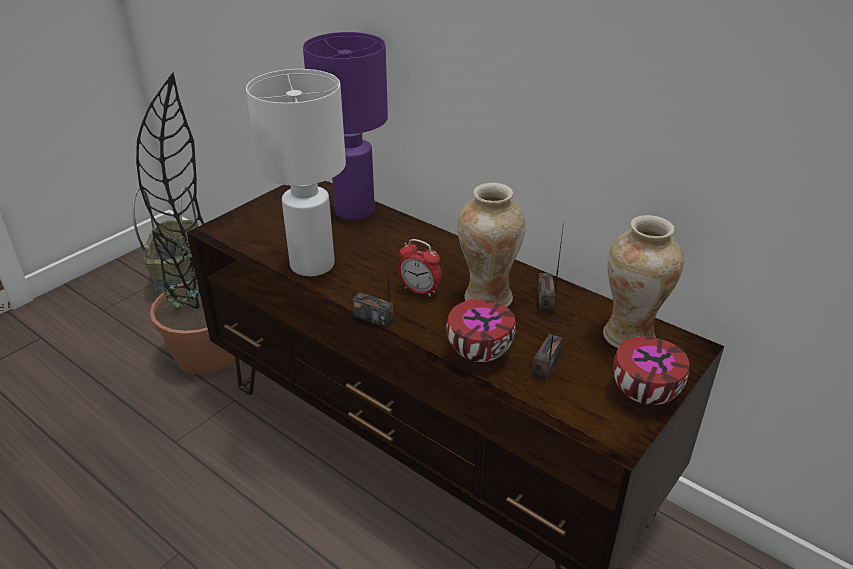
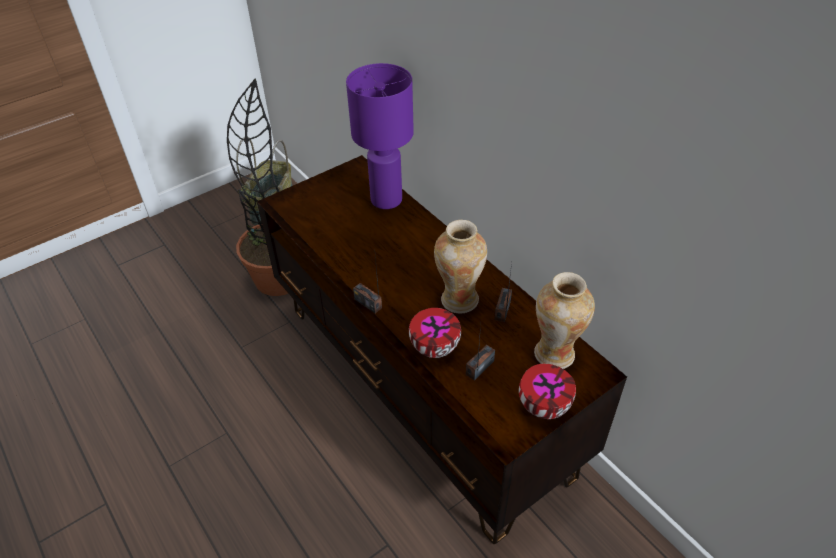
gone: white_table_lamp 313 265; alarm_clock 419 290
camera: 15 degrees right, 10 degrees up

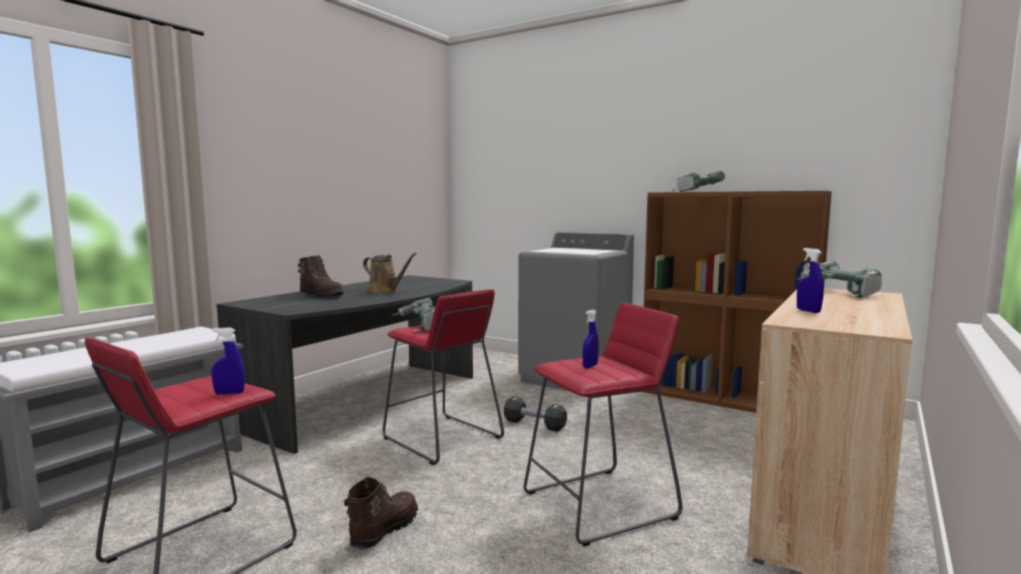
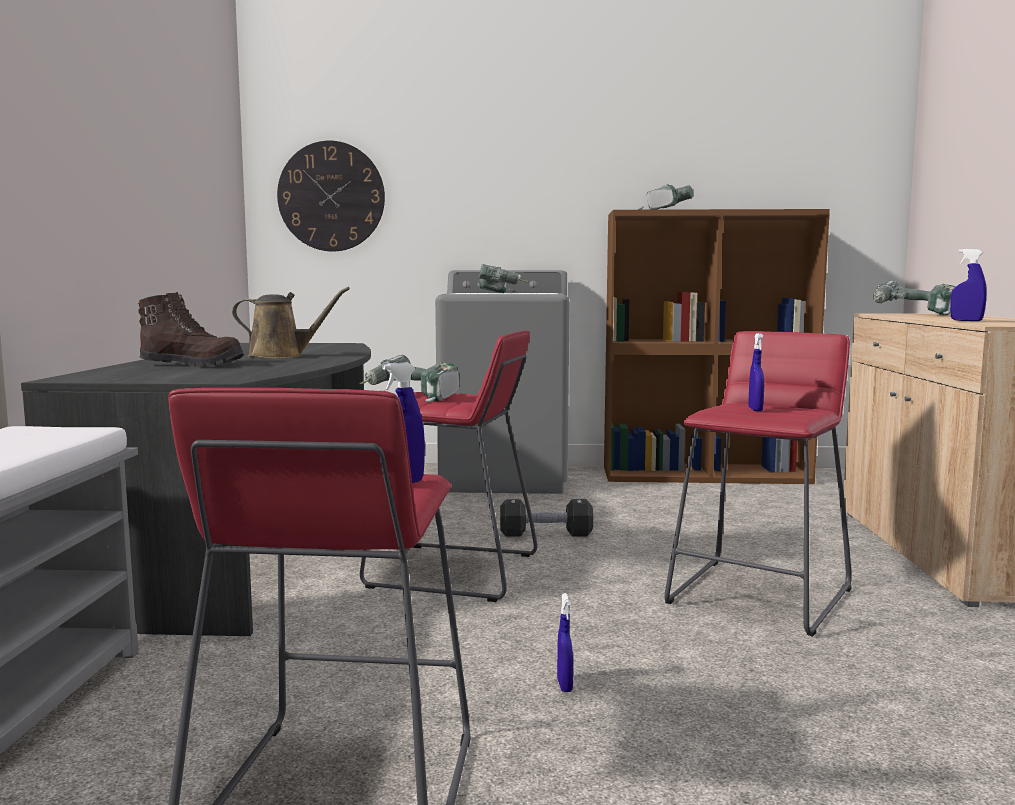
new: clock_on_the_wall 331 196; drill 500 293
swapped: brown-coloured_high-top_boot 383 530 to bluish_sprayer 564 685
camera: 30 degrees left, 0 degrees up

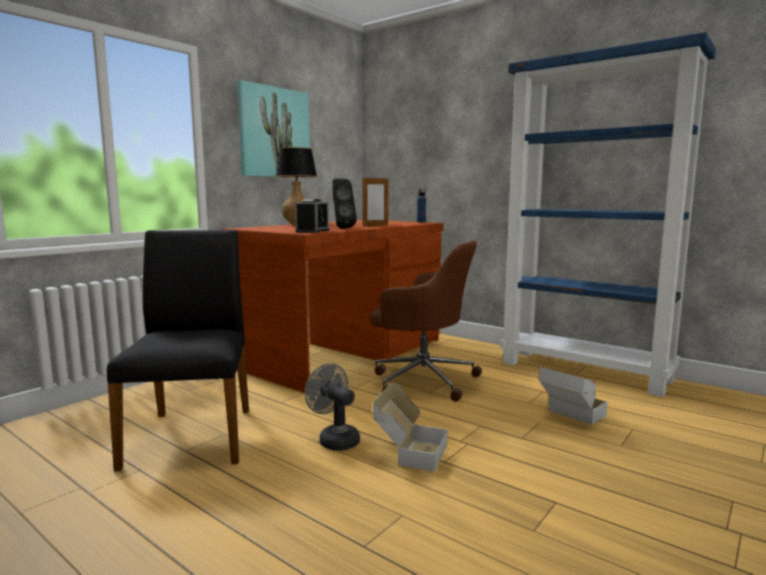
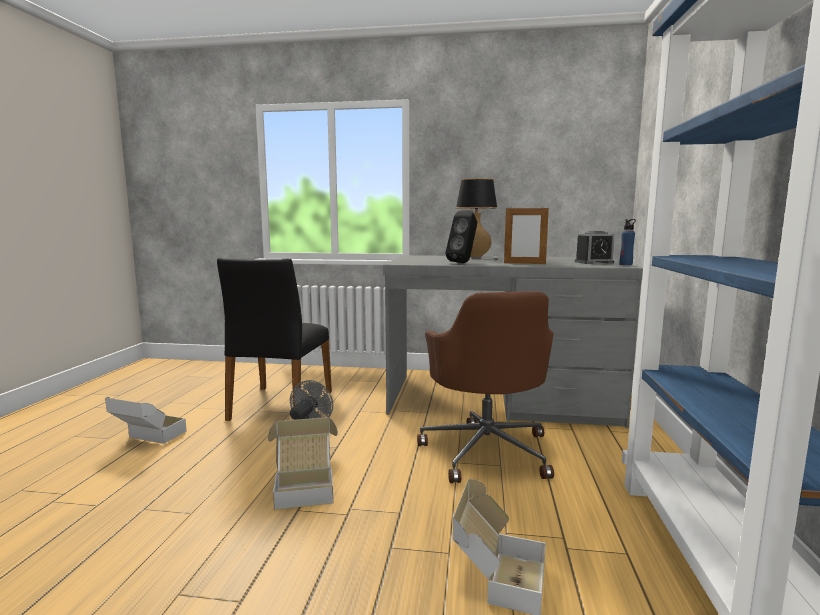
gone: picture 274 132
new: packing_box 148 439
shifted: alarm_clock 312 231 to 594 262
repainted: brown-coloured_desk_unit 344 353 to greyish_desk_unit 501 399
rotated: blackish_upright_chair 193 435 = 279 405 135 degrees clockwise
camera: 60 degrees right, 0 degrees up

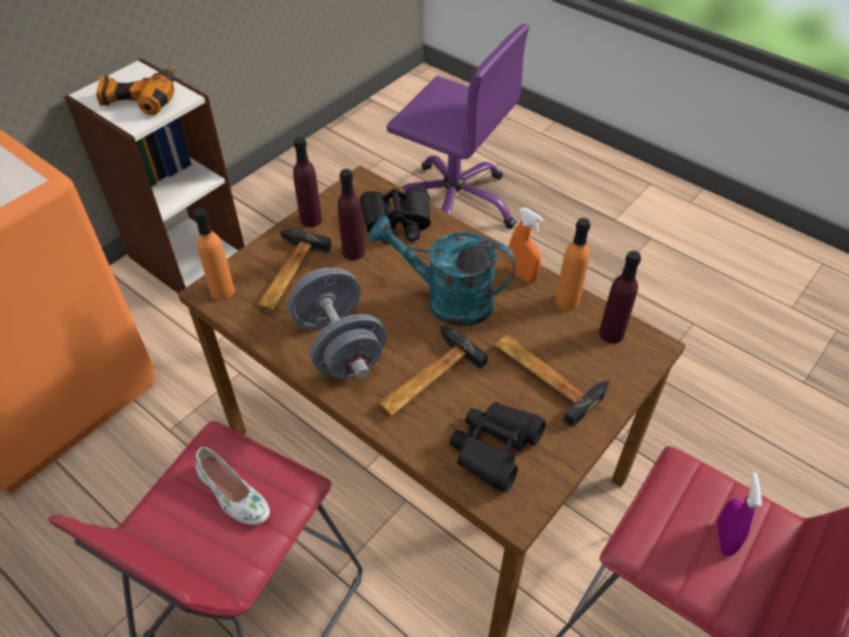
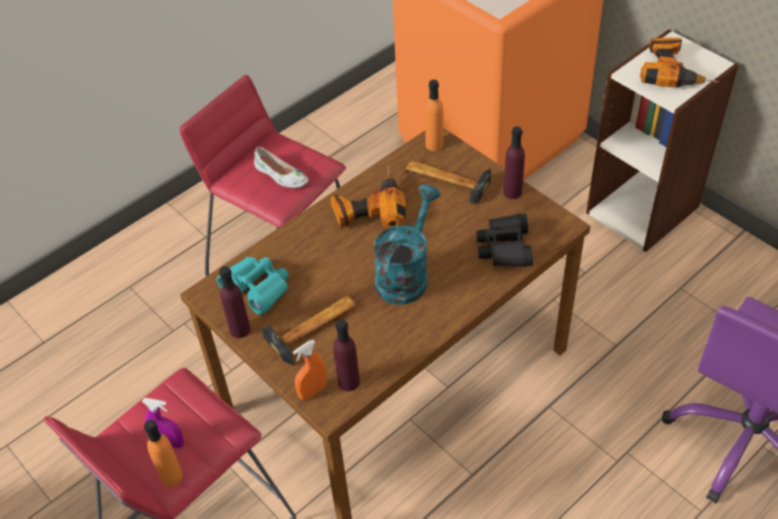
gone: tool_hammer 425 378
shifted: purple-coloured_drink_bottle 353 252 to 240 329; orange-coloured_sprayer 521 275 to 313 391; orange-coloured_drink_bottle 567 301 to 171 476
swapped: greyish_hand_weight 339 346 to drill 368 208
repainted: blackish_binoculars 494 448 to blue-green_binoculars 257 288
rotated: white_item_of_footwear 232 494 = 281 176 105 degrees counterclockwise
camera: 100 degrees right, 0 degrees up

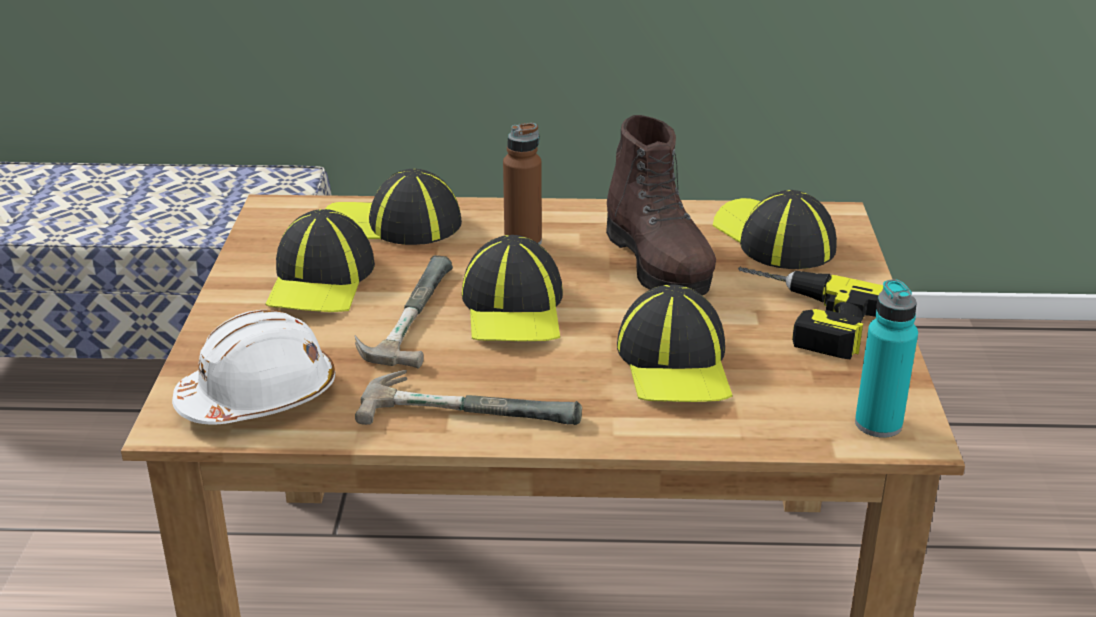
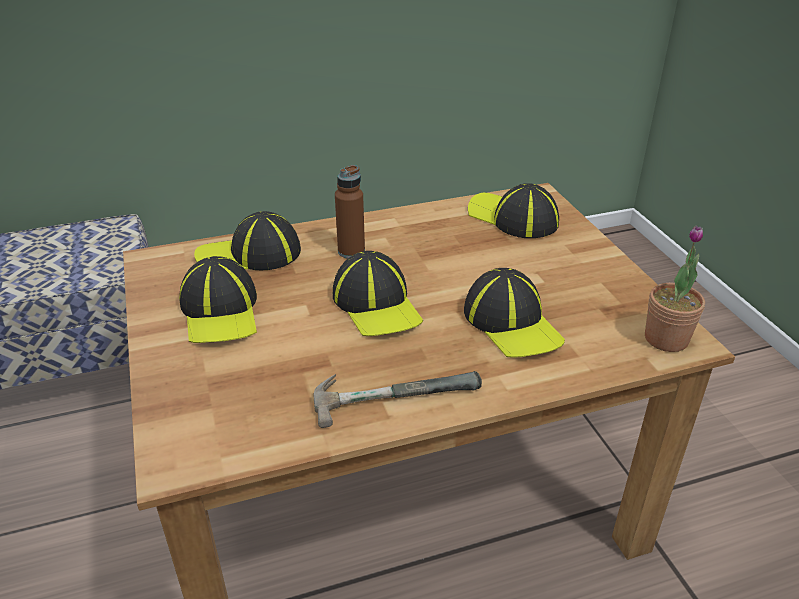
gone: white_hard_hat 259 397; tool_hammer 404 315; brown-coloured_high-top_boot 658 263; drill 803 318
swapped: blue-green_drink_bottle 878 424 to plant_in_a_pot 666 339
camera: 20 degrees left, 5 degrees up

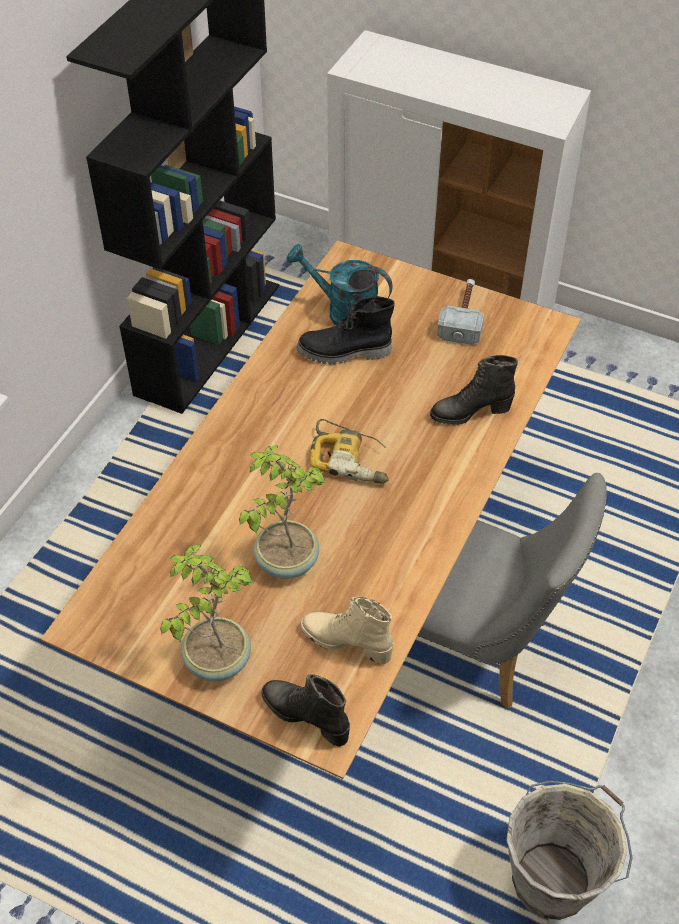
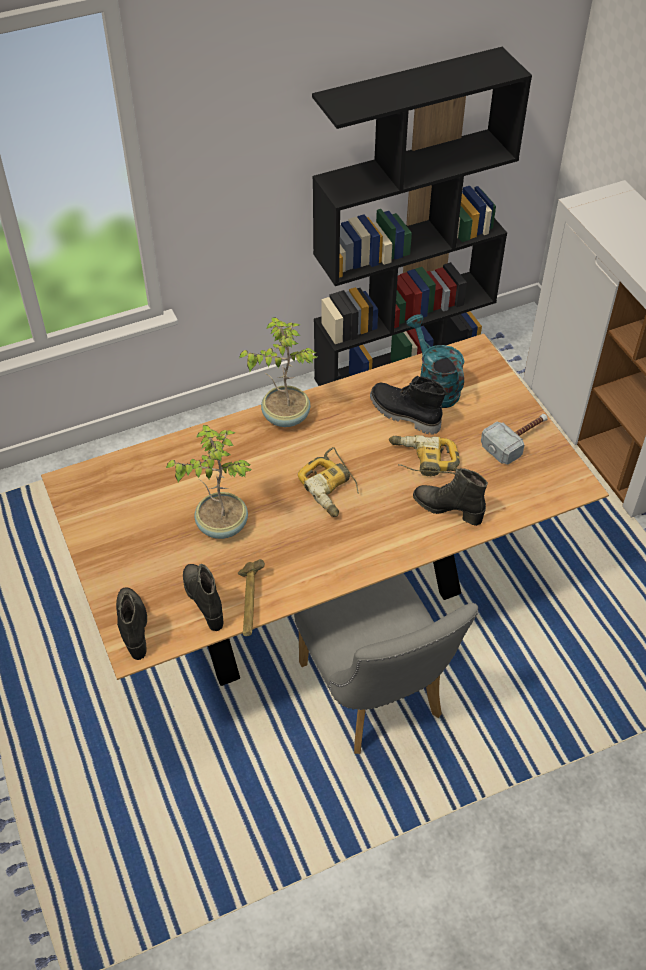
gone: greyish_water_bucket 553 879
new: tool_hammer 249 605; drill 424 461
shifted: plant_in_a_pot 215 659 to 285 416
repainted: beige_high-top_boot 347 642 to blackish_high-top_boot 205 600
camera: 40 degrees right, 0 degrees up

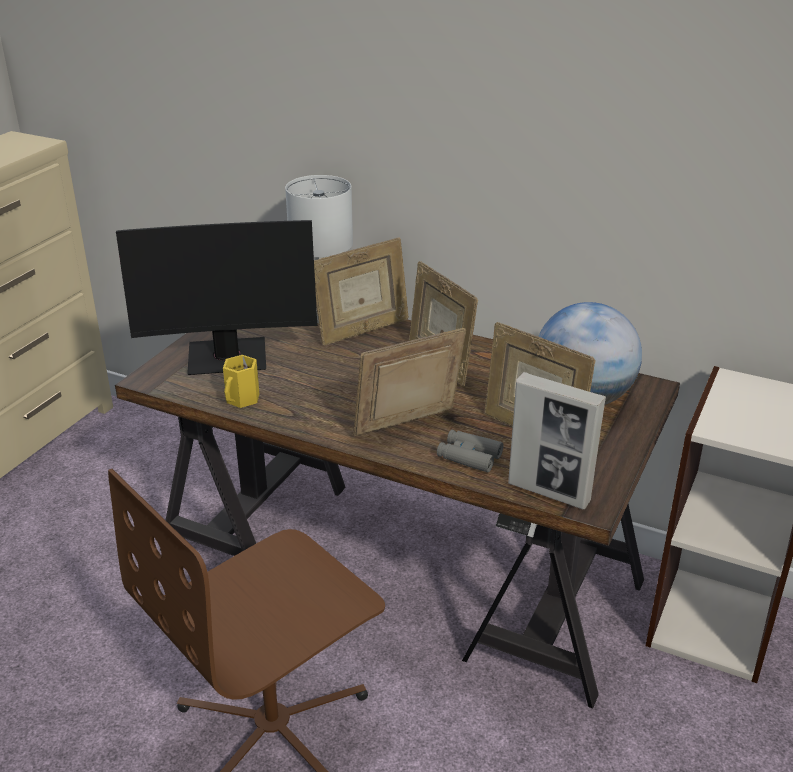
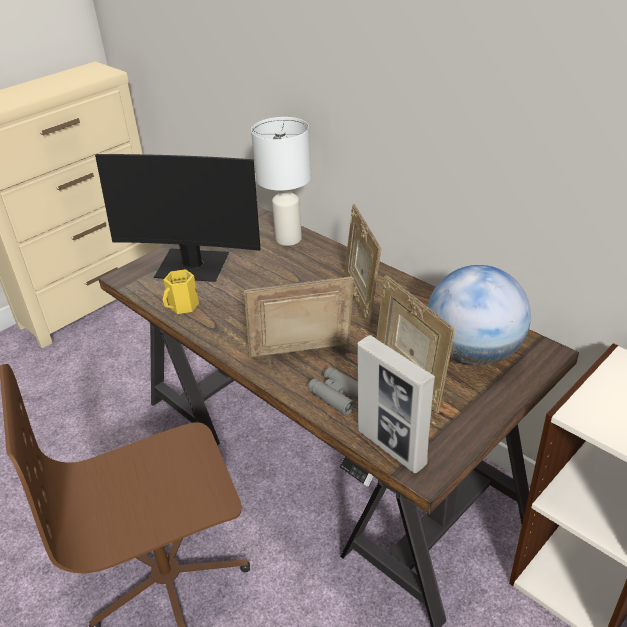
gone: photo_frame 362 331
camera: 20 degrees right, 5 degrees up

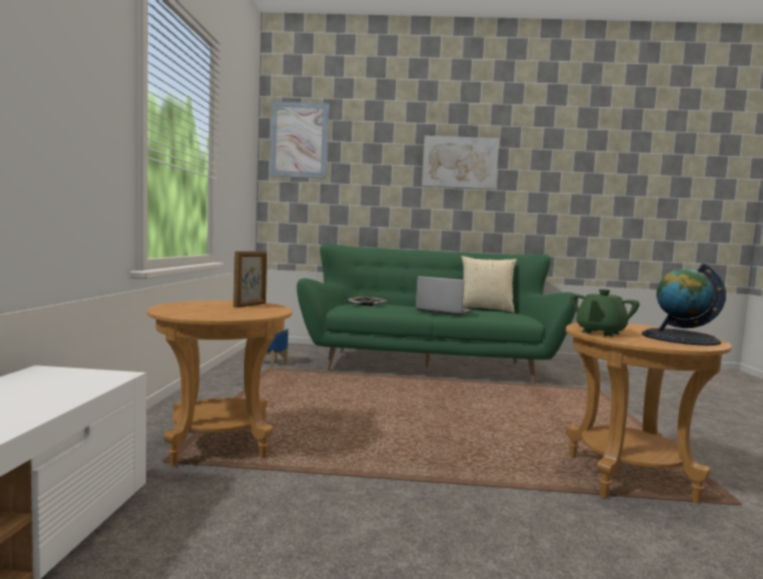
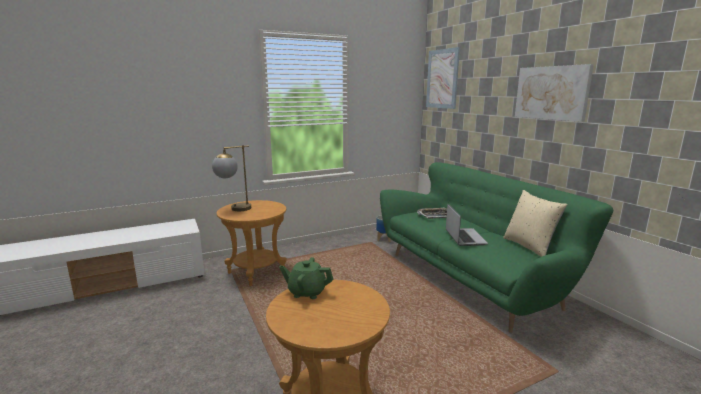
gone: photo_frame 250 305; globe 679 338
new: table_lamp 234 209
camera: 60 degrees right, 10 degrees up

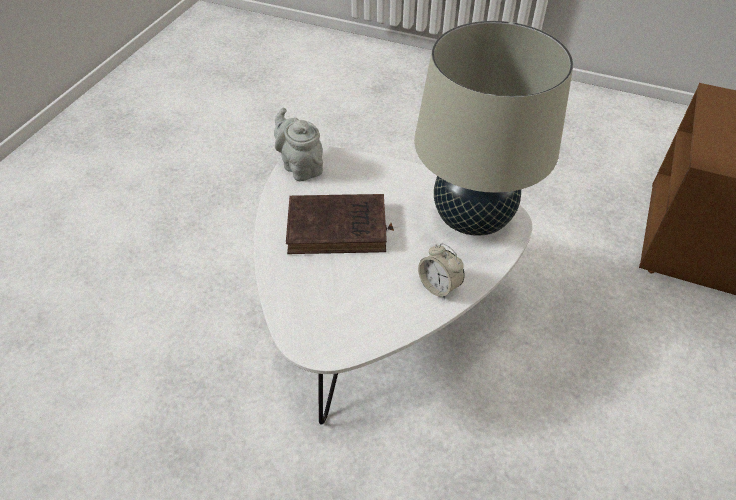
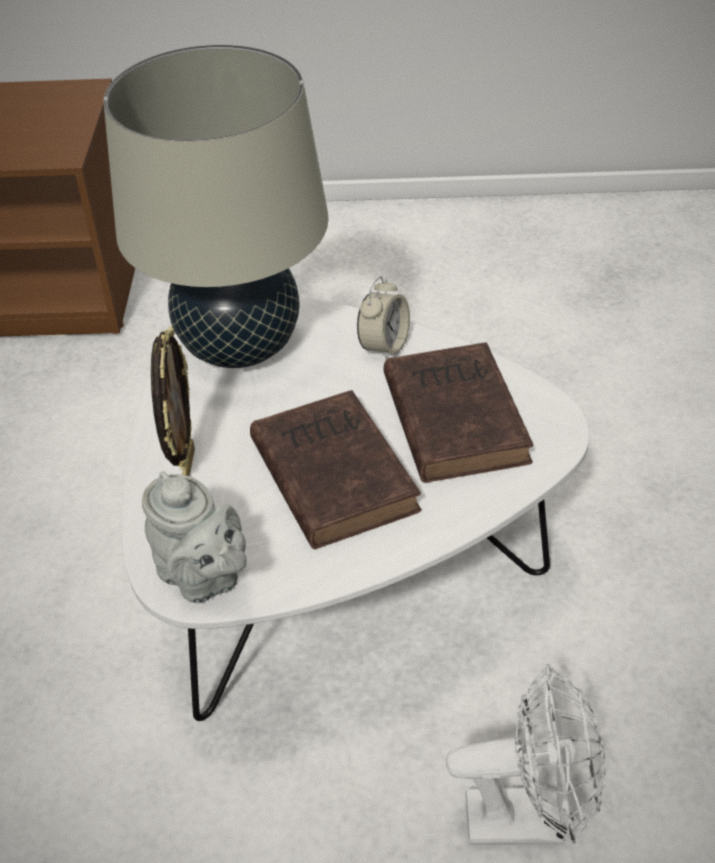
new: photo_frame 185 469; brown-coloured_book 453 416; white_fan 530 818
rotated: greyish_pot_for_tea 301 167 = 203 579 75 degrees counterclockwise
camera: 110 degrees left, 5 degrees down

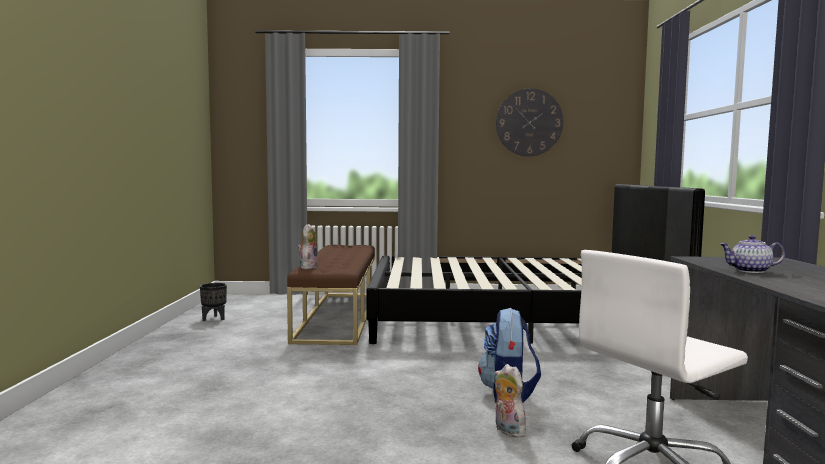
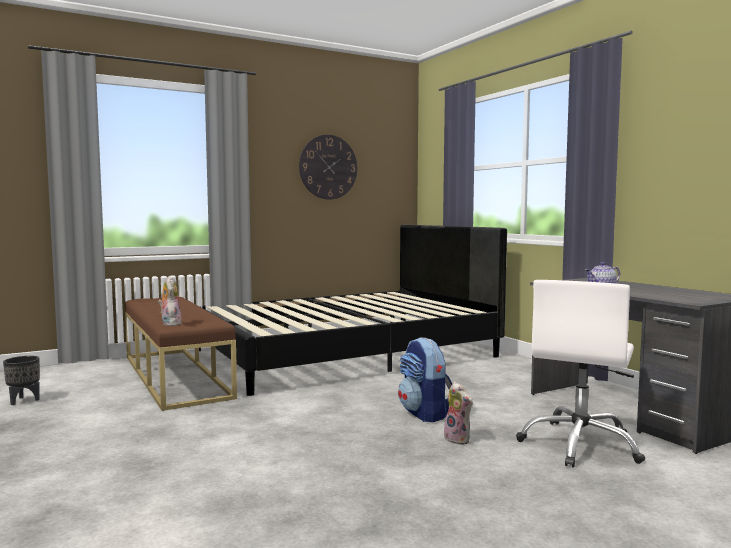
rotated: plush_toy 507 430 = 459 439 150 degrees counterclockwise
camera: 30 degrees left, 0 degrees up

